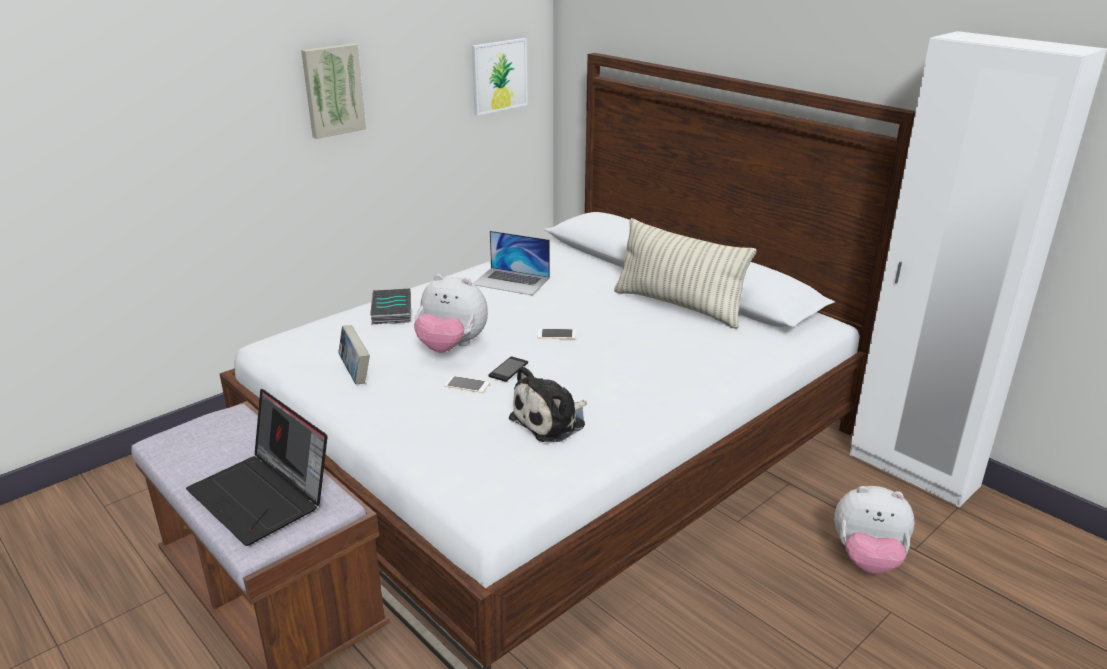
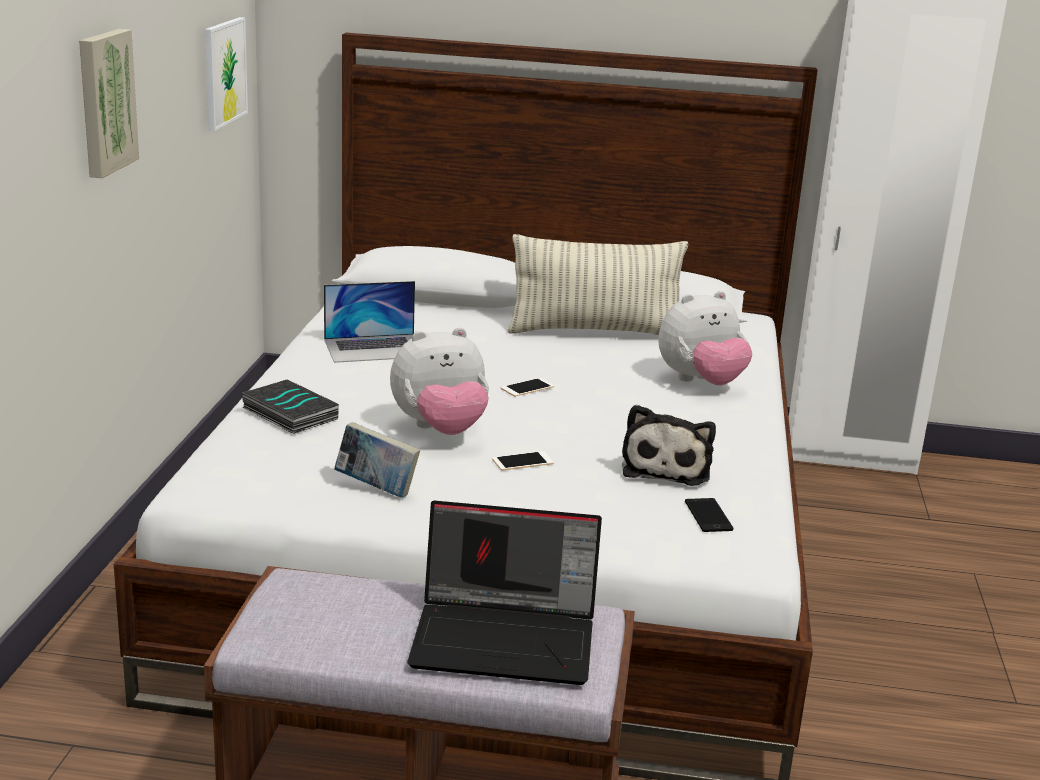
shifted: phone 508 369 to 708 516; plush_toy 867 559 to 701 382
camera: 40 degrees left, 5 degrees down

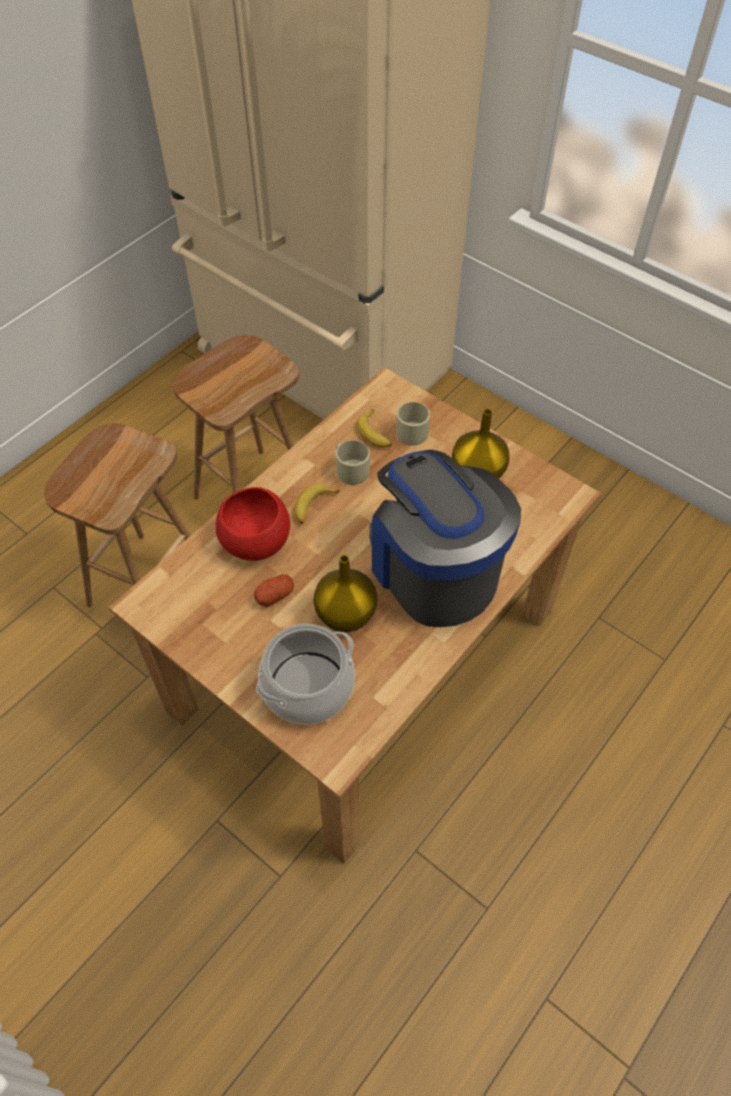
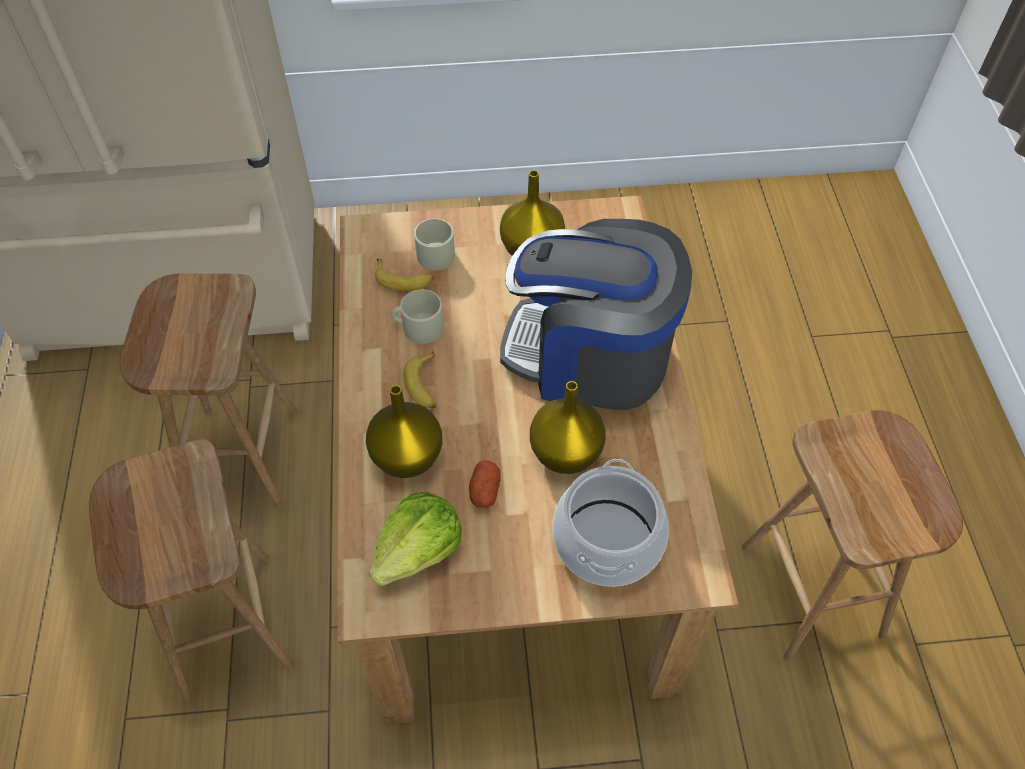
new: lettuce 419 551; brown-coloured_sitting_stool 813 592
swapped: reddish_deep_dish 254 539 to yellow-coloured_decorative_vase 405 457
camera: 45 degrees left, 0 degrees up

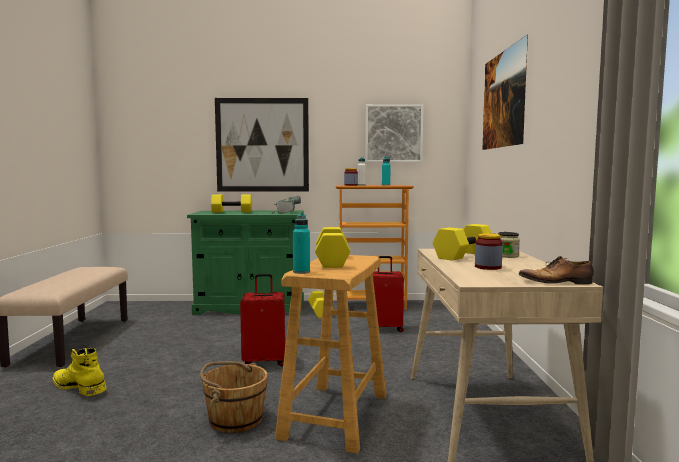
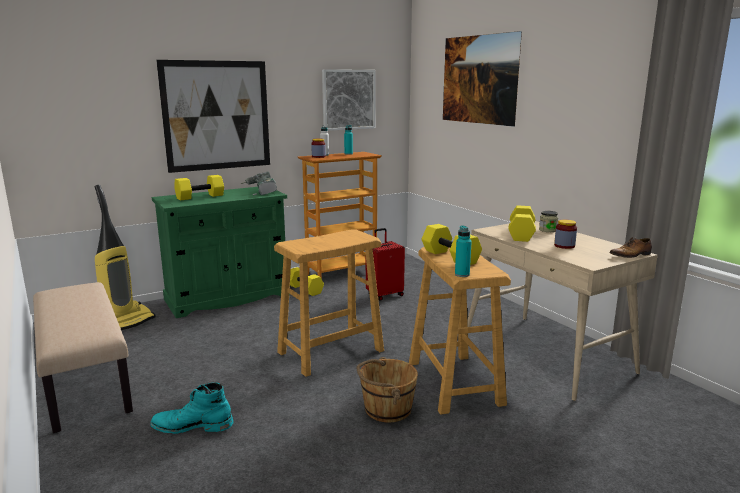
new: vacuum 125 322
swapped: reddish_travel_case 265 361 to beige_sitting_stool 331 351
repainted: yellow-coloured_high-top_boot 79 387 to blue-green_high-top_boot 192 426
camera: 30 degrees left, 10 degrees up

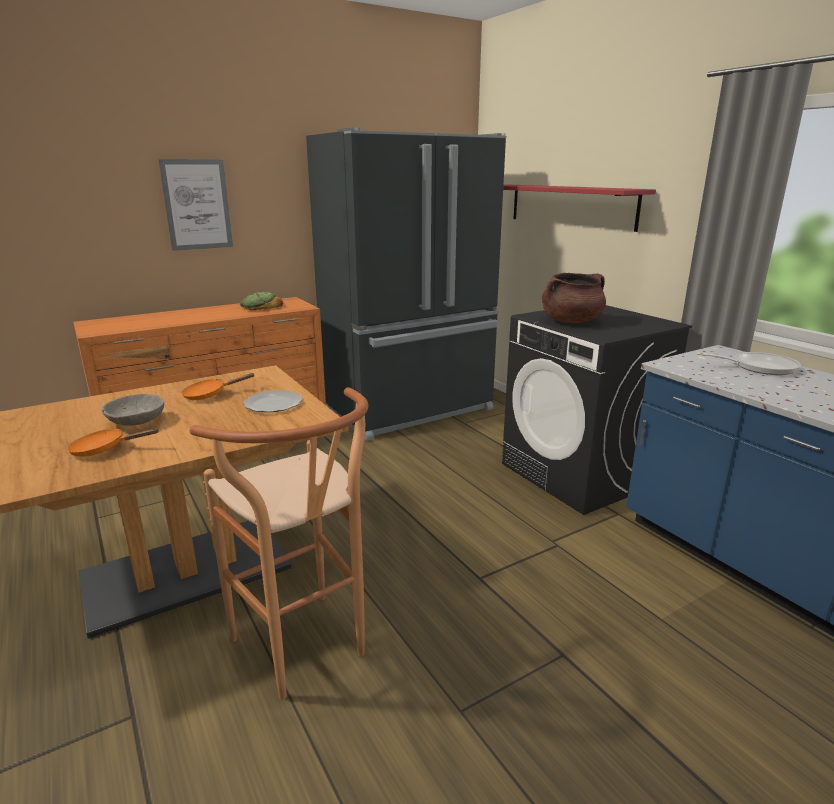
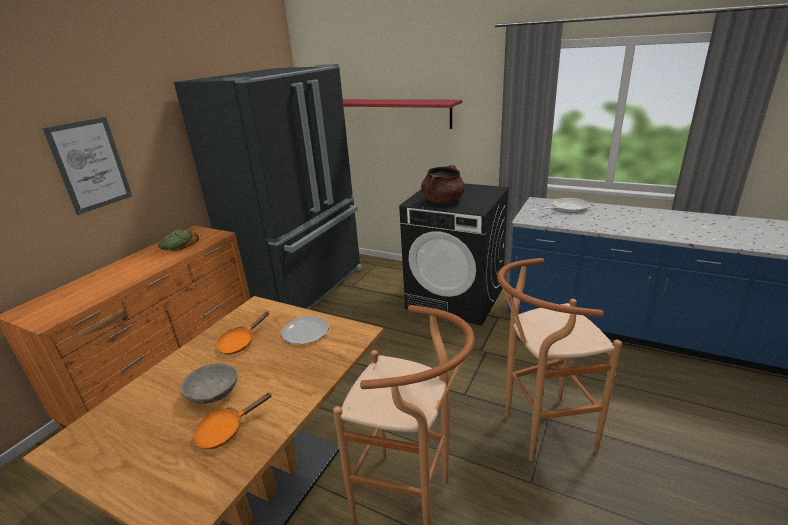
new: brown-coloured_sitting_stool 539 432
camera: 30 degrees left, 5 degrees up

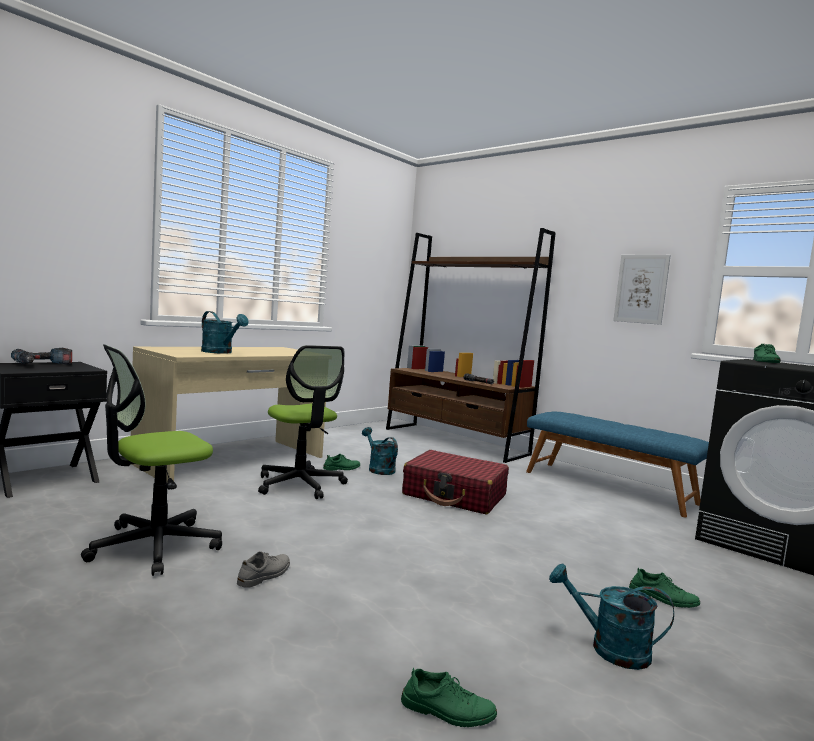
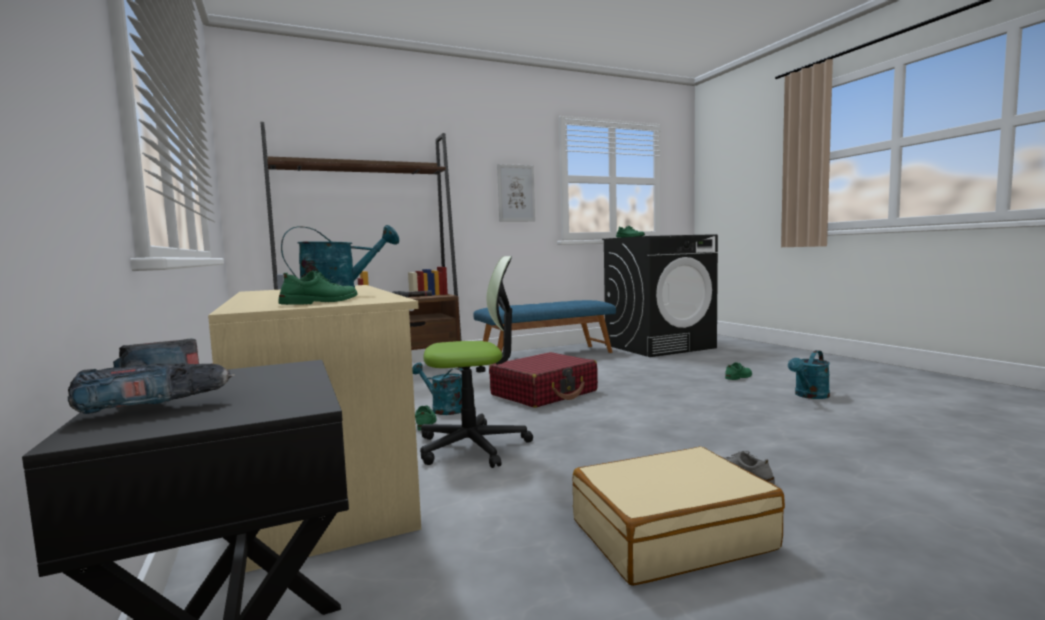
shifted: green_item_of_footwear 447 710 to 321 302
swapped: desk_chair 154 546 to beige_travel_case 670 534
rotated: blue-green_watering_can 378 469 = 443 409 45 degrees clockwise
camera: 65 degrees left, 0 degrees up

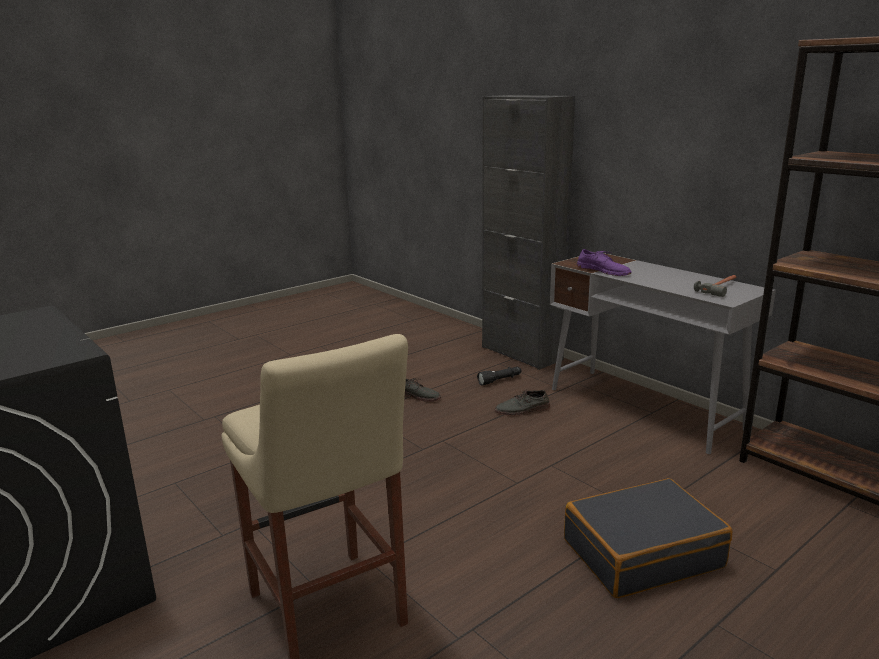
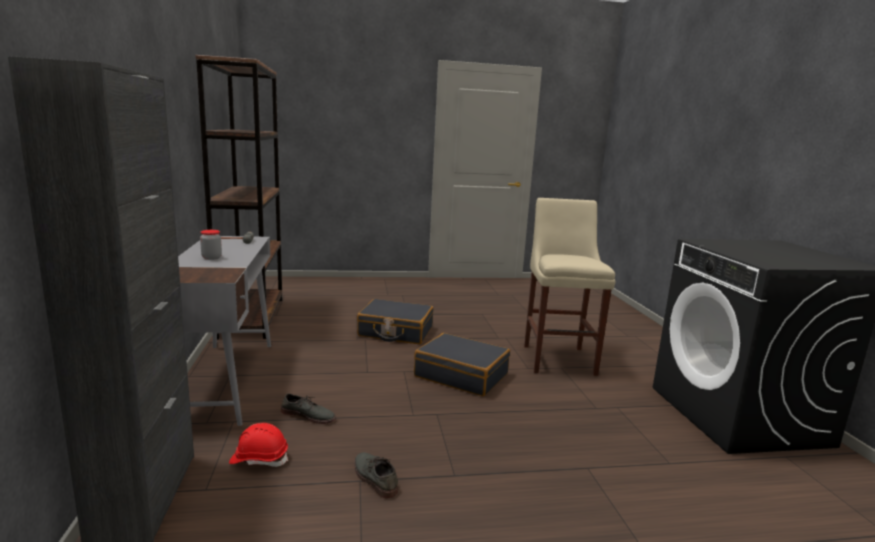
gone: purple-coloured_item_of_footwear 603 270
new: preserve_jar 211 258; blackish_travel_case 461 375
swapped: blackish_torch 500 380 to reddish_hard_hat 259 459
camera: 150 degrees left, 5 degrees down

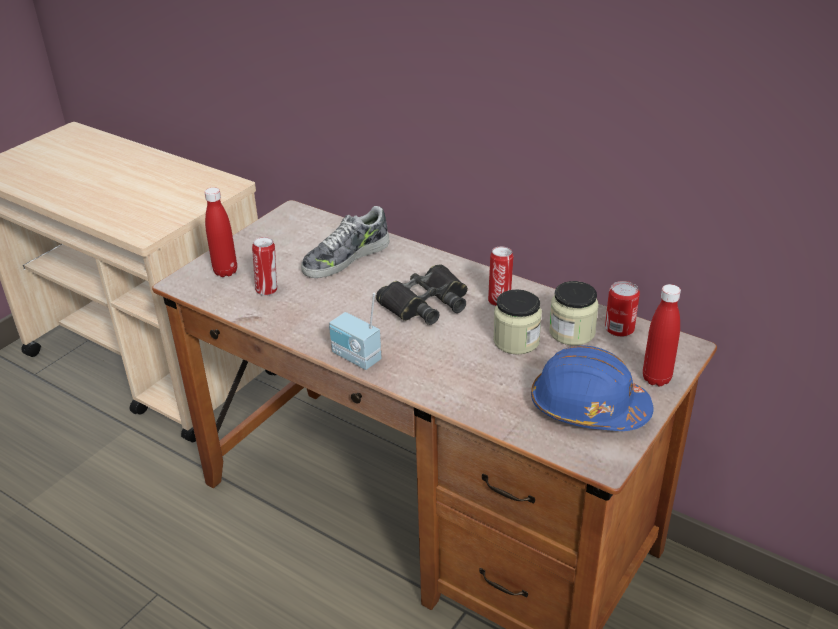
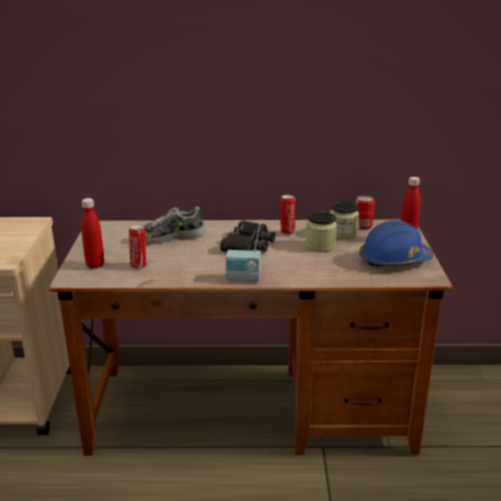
rotated: item_of_footwear 345 258 = 168 237 60 degrees clockwise
camera: 35 degrees left, 10 degrees down

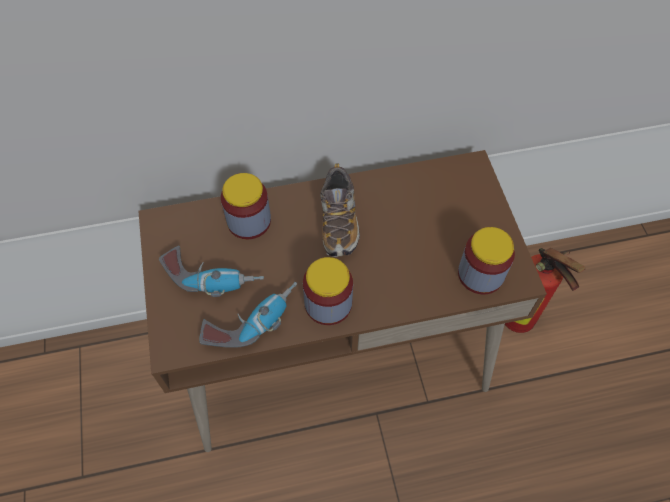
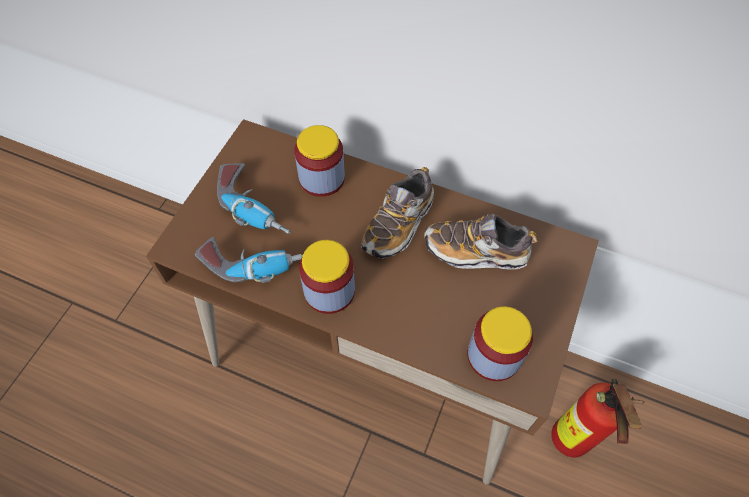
new: item_of_footwear 476 251
camera: 35 degrees right, 0 degrees up

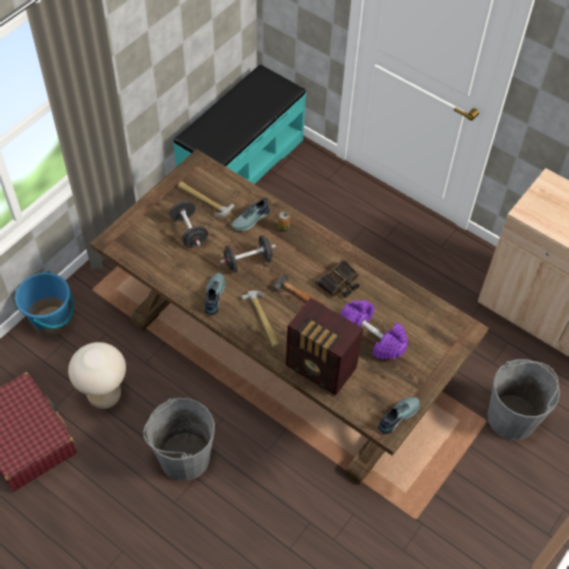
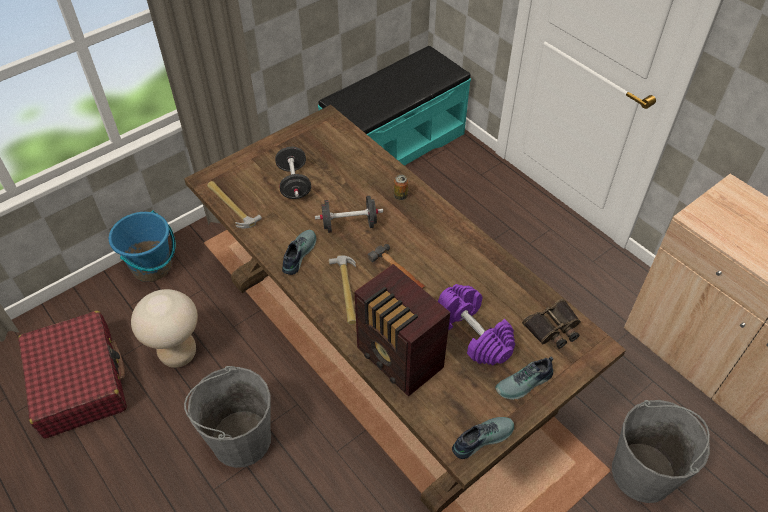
shifted: tool_hammer 204 200 to 231 206; item_of_footwear 251 220 to 525 384; binoculars 339 283 to 553 328
camera: 15 degrees right, 5 degrees down

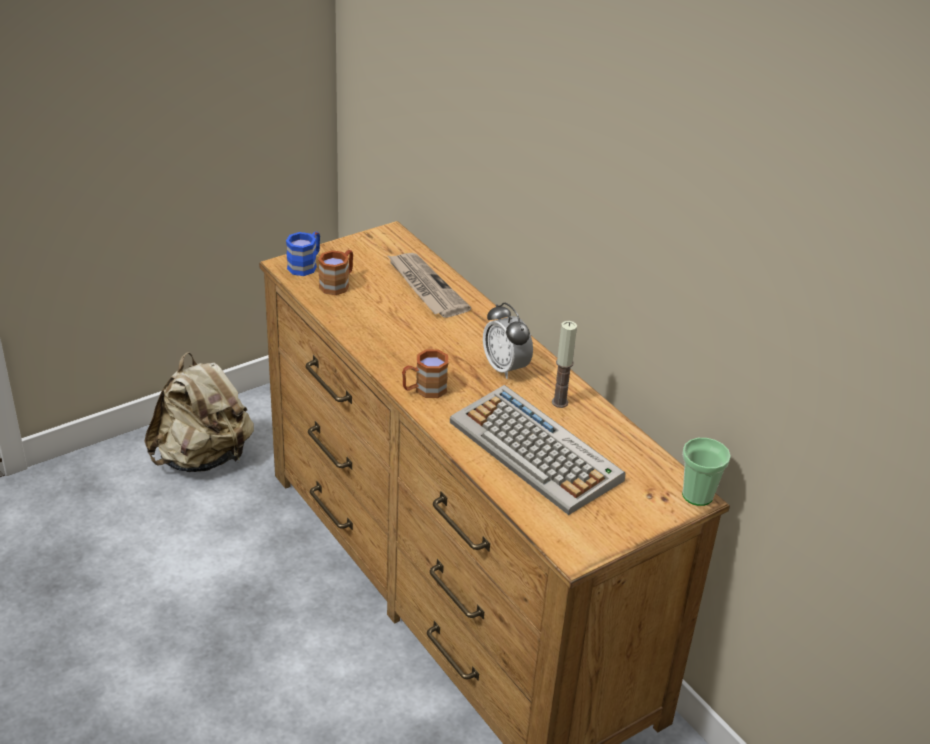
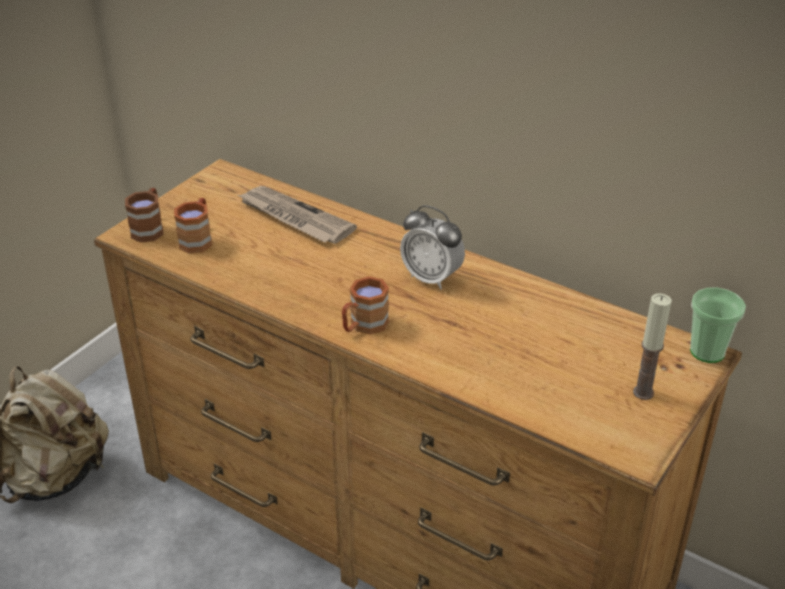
gone: computer_keyboard 537 451
shifted: wax_candle 559 402 to 643 392
repainted: bluish_coffee_mug 306 265 to brown-coloured_coffee_mug 149 228
camera: 20 degrees left, 0 degrees up

